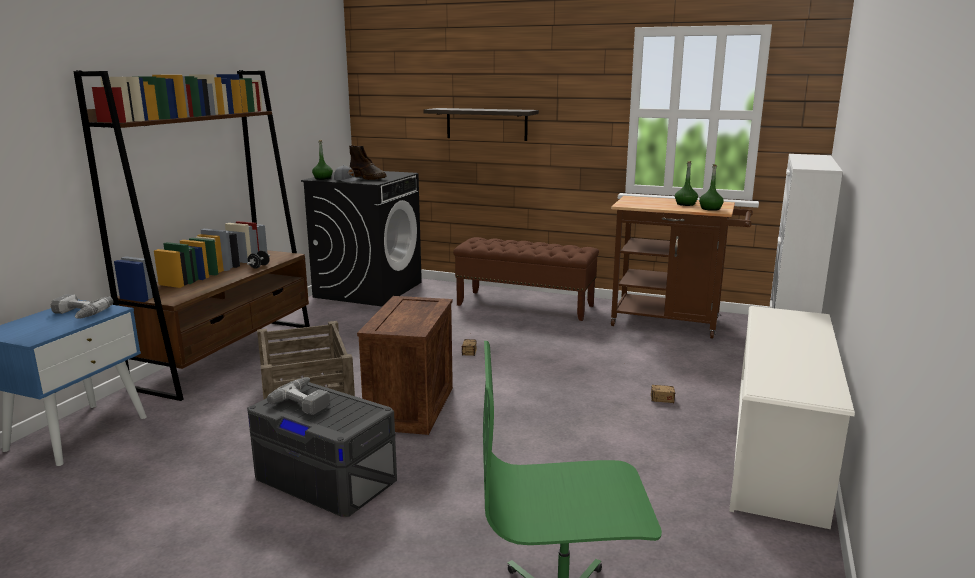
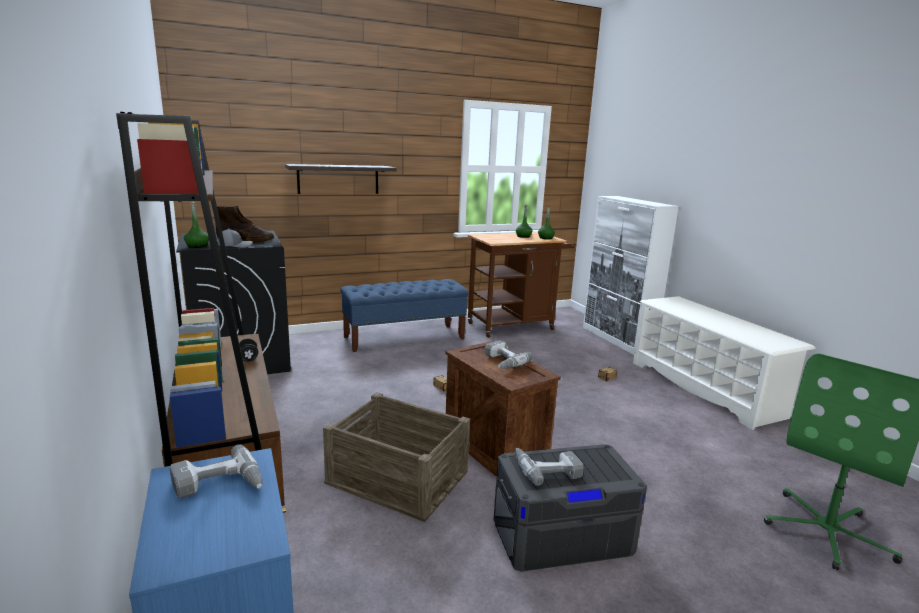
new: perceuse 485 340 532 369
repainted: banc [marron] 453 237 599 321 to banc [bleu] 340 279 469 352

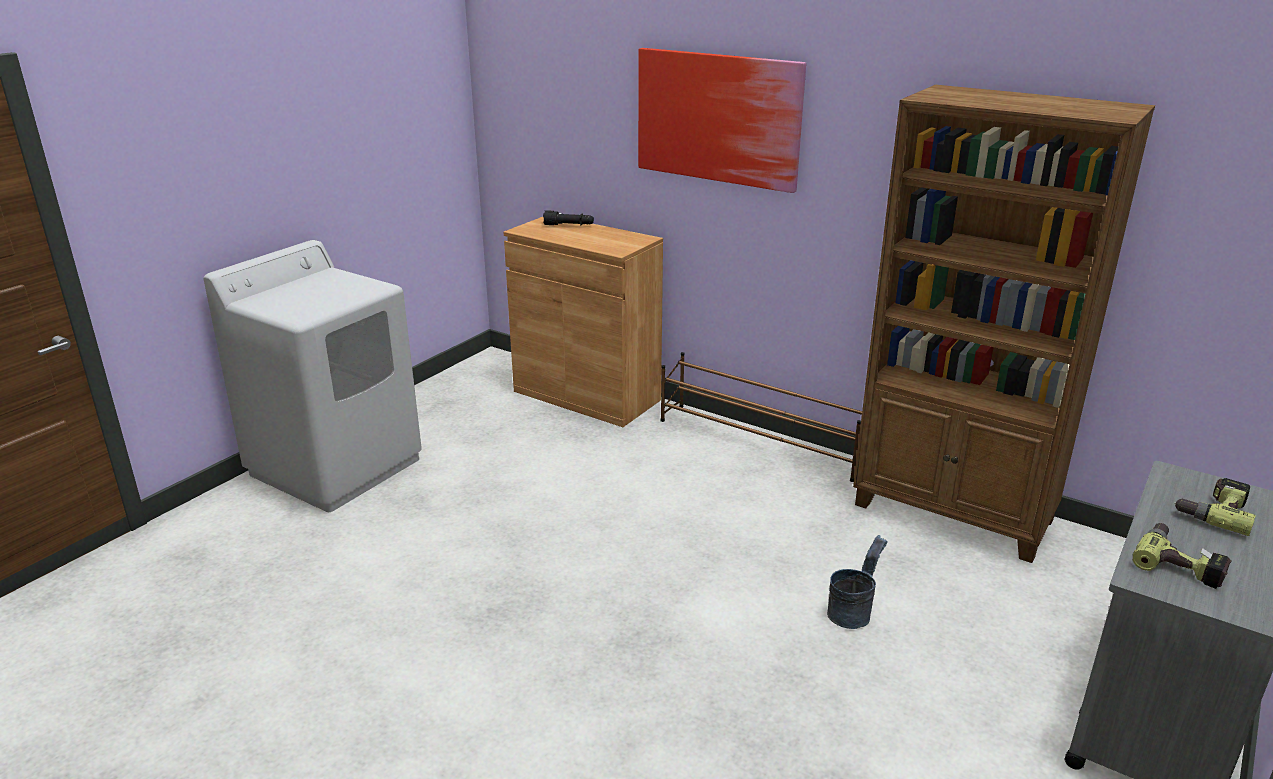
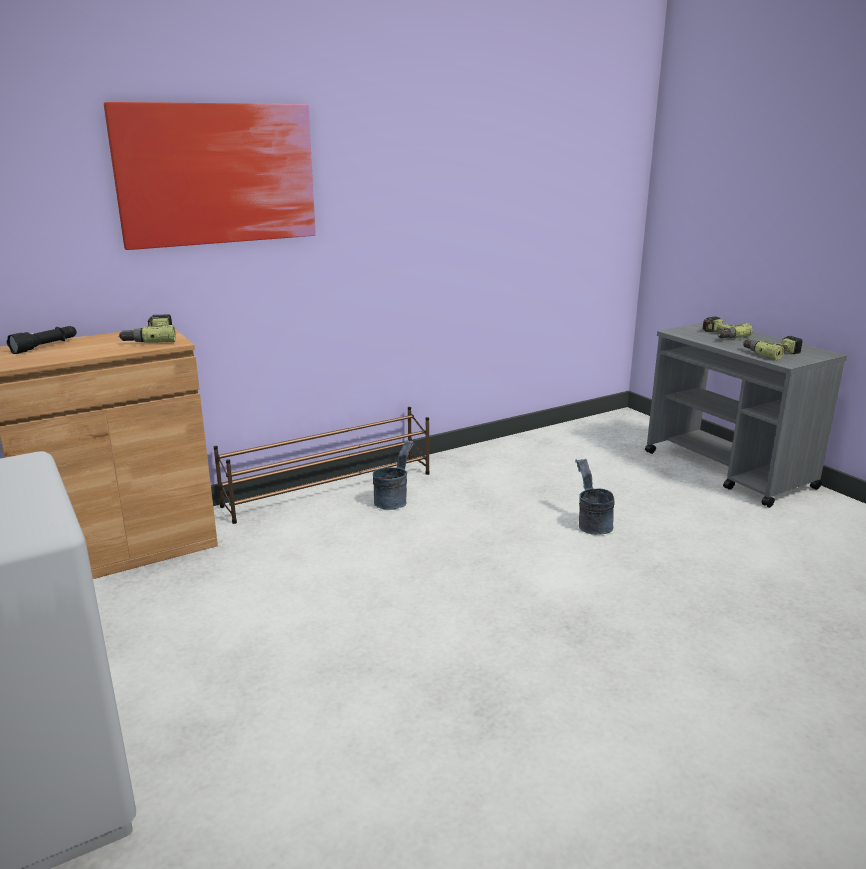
gone: bibliothèque [marron] 853 85 1155 563
new: perceuse 119 314 176 343; seau [gris] 373 440 414 510

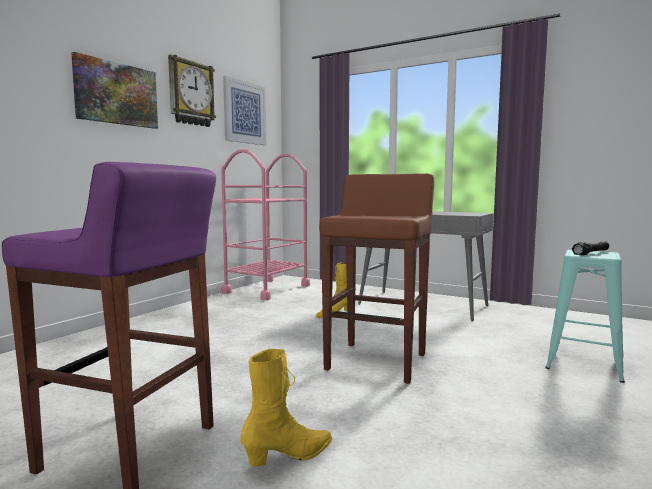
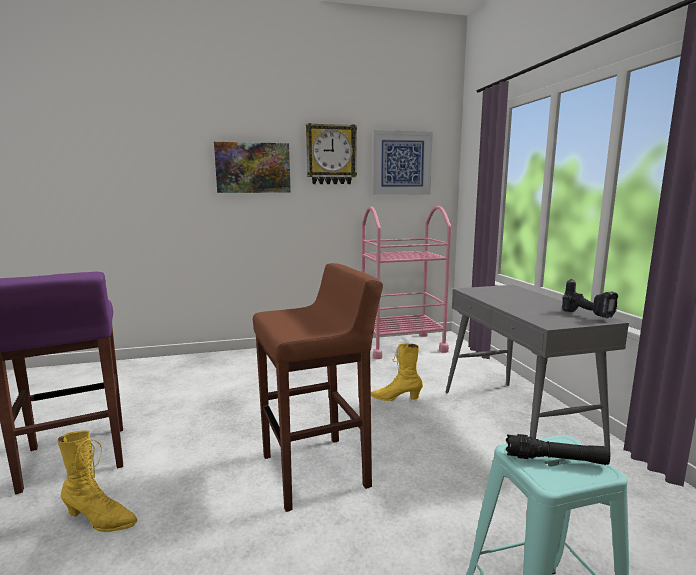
new: perceuse 562 278 618 318

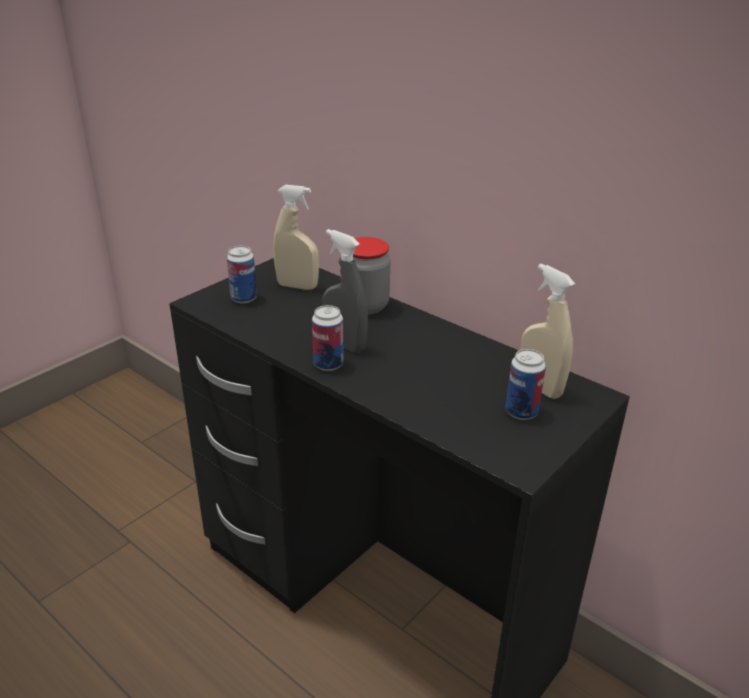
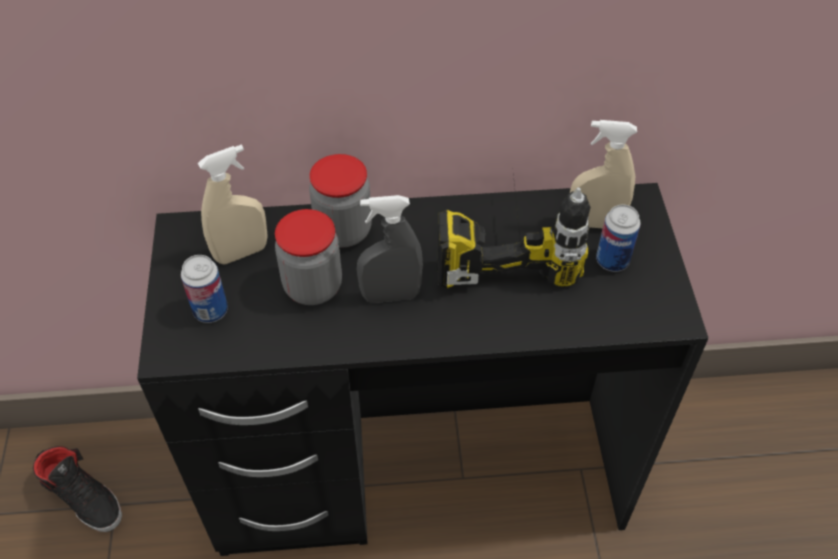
gone: boîte métallique 312 305 344 371
new: chaussure [noir] 33 446 122 532; bocal 275 209 342 305; perceuse 437 174 591 288

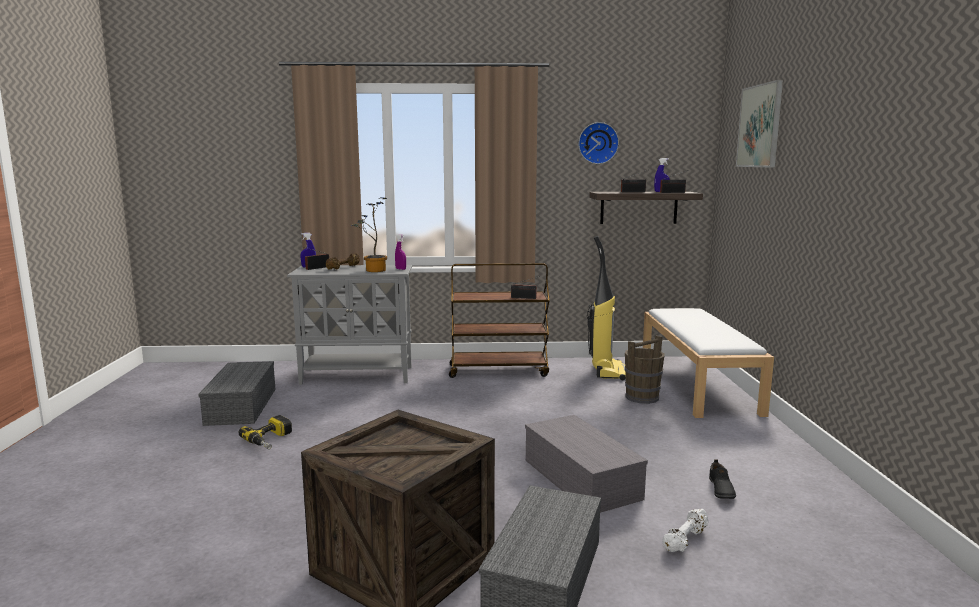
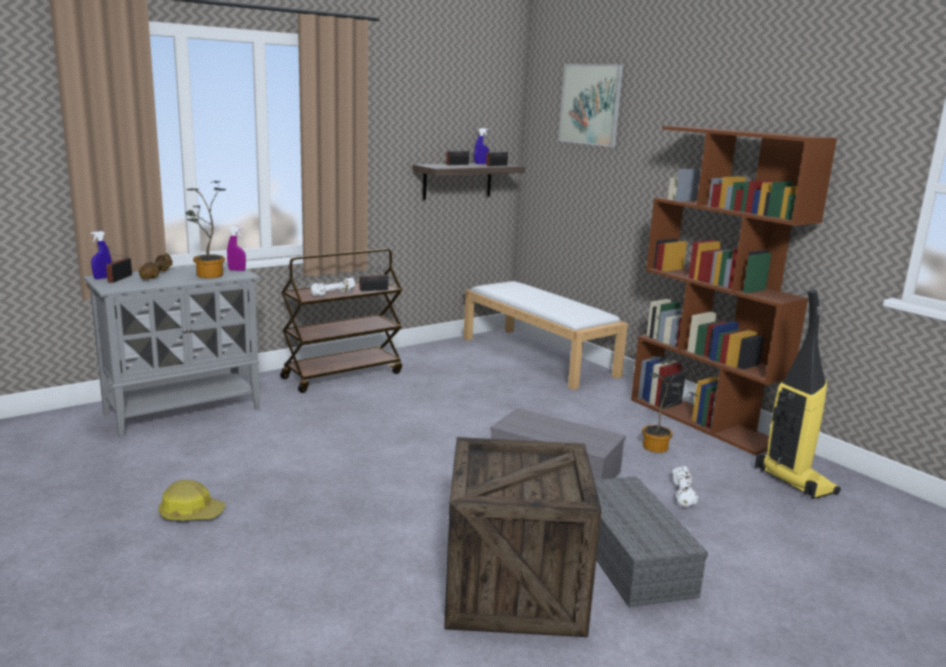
gone: boîte de rangement [gris] 198 361 276 426; horloge murale 578 122 619 164; seau [marron] 625 335 665 404
new: haltère [blanc] 311 278 355 296; bibliothèque [marron] 631 126 837 455
shifted: aspirateur 587 236 626 380 to 754 289 841 499
swapped: perceuse 238 415 292 450 to casque de chantier 158 479 226 520; chaussure [noir] 709 459 736 499 to plante en pot 642 356 698 453

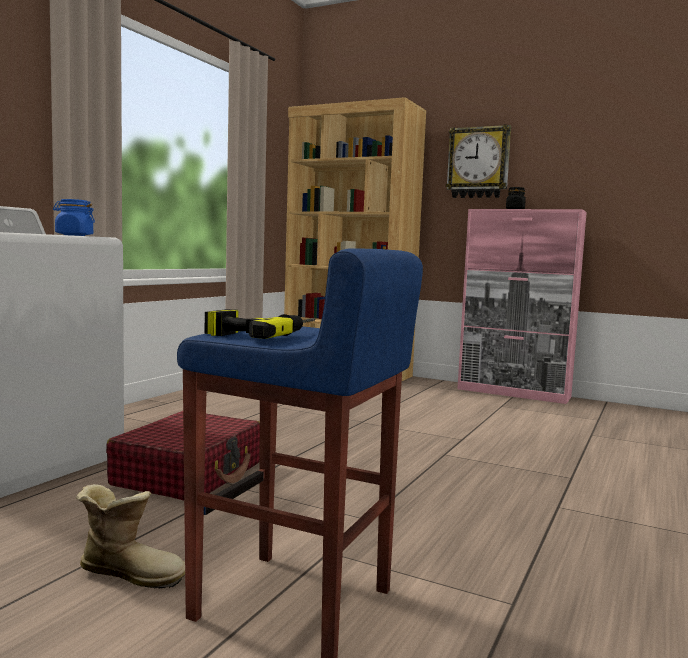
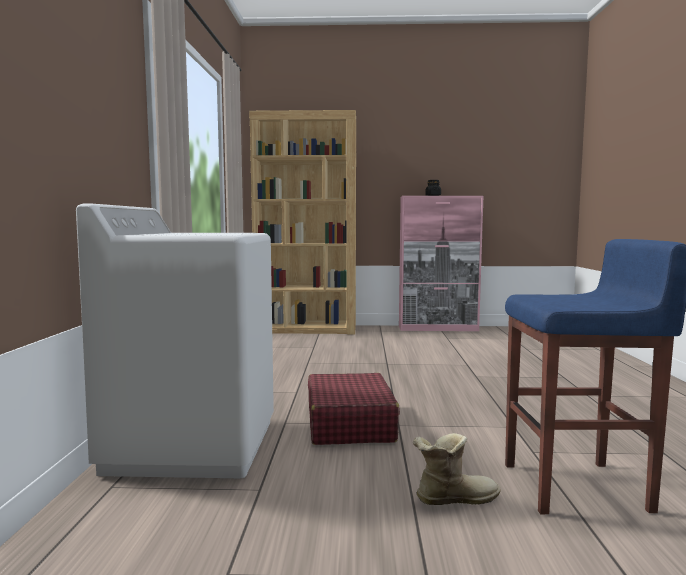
gone: bocal [bleu] 53 199 95 236; perceuse 205 309 316 339; horloge murale 446 124 511 198

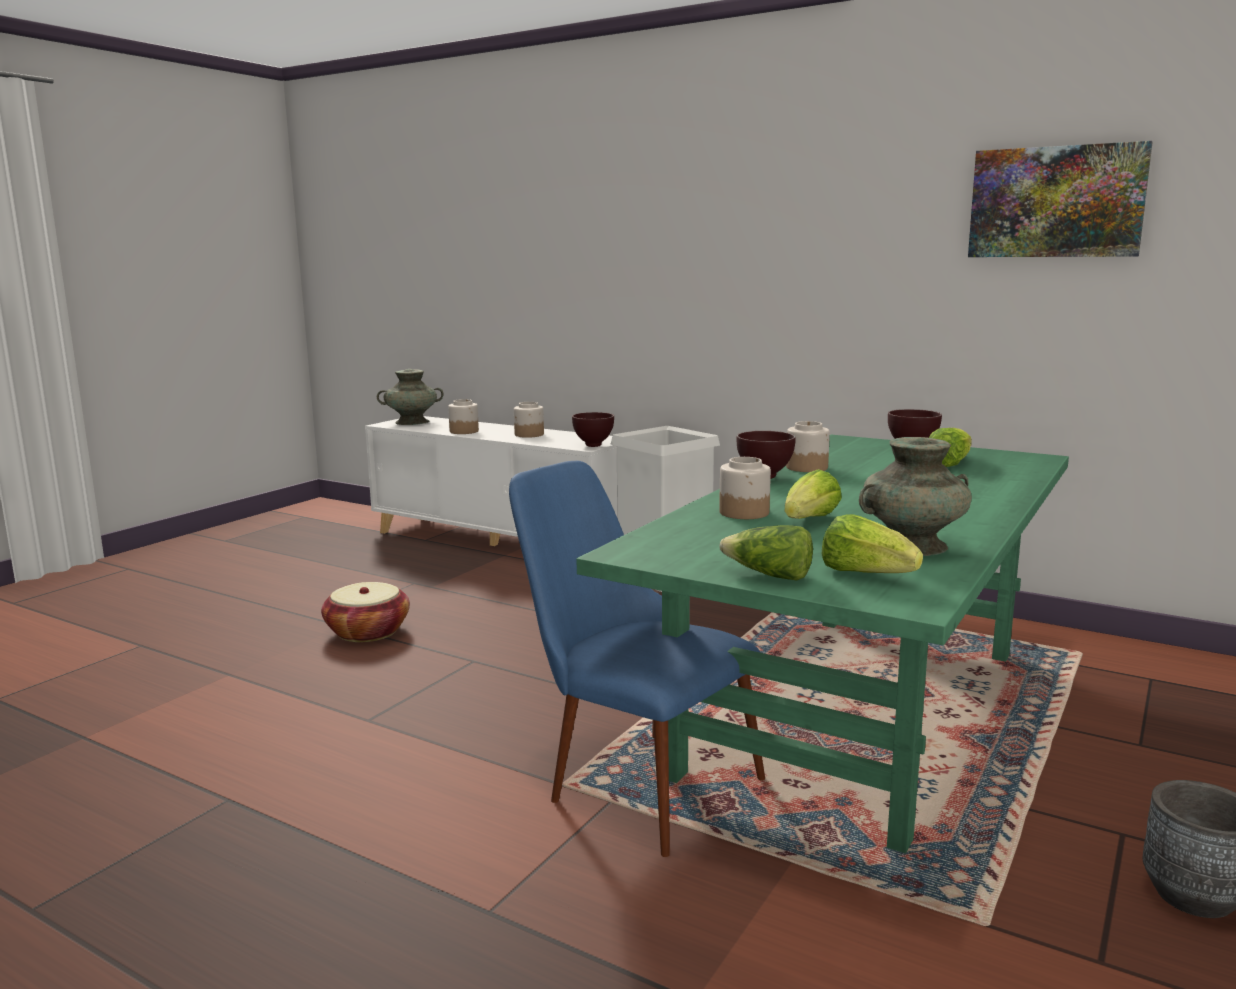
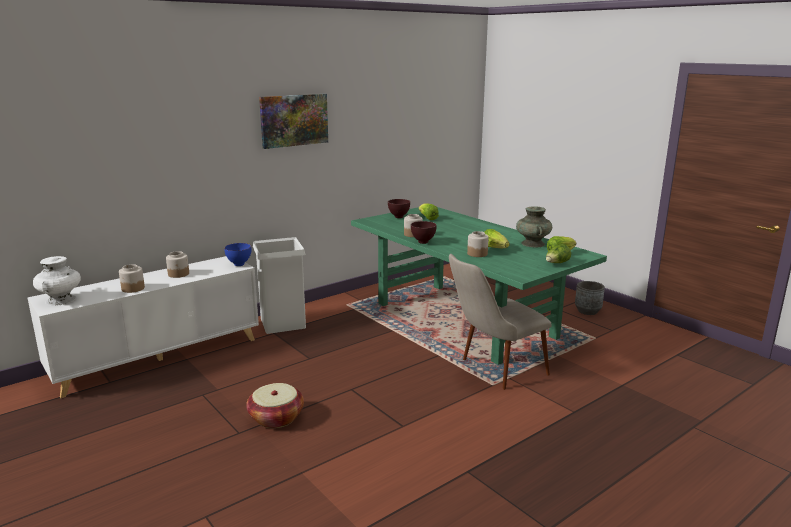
shifted: tableau 968 141 1153 257 to 259 94 328 149
repainted: vase [turquoise] 377 369 443 425 to vase [blanc] 33 256 81 306; chaise [bleu] 509 461 765 857 to chaise [beige] 449 254 552 390; bol [marron] 572 412 614 447 to bol [bleu] 224 243 252 266

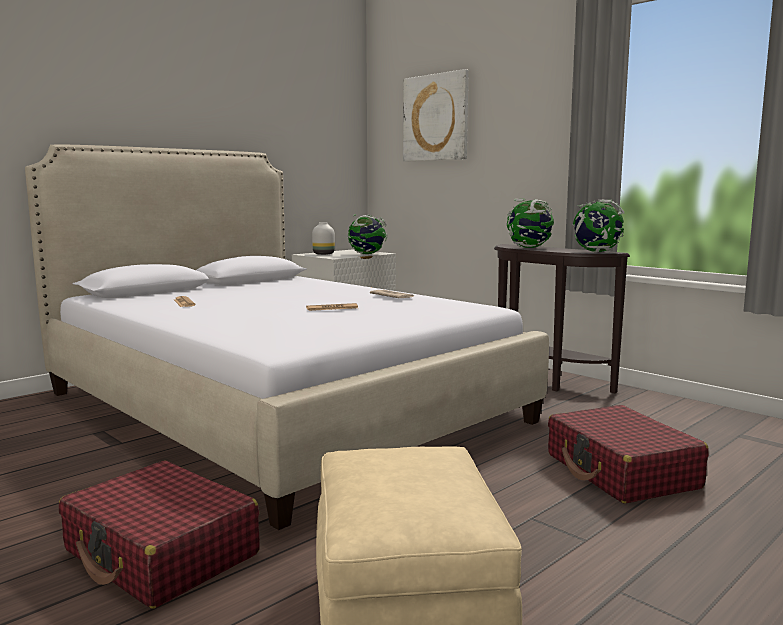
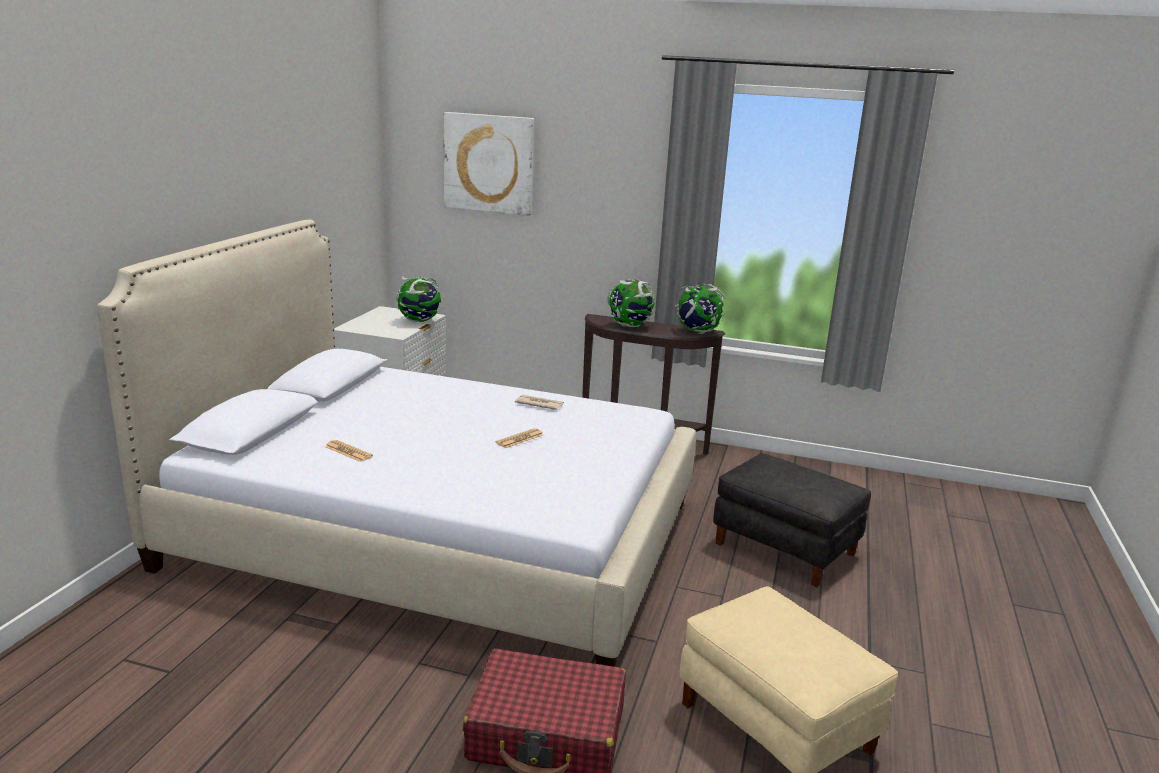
gone: vase [blanc] 312 222 335 255
swapped: valise [rouge] 548 405 709 504 to pouf [noir] 713 453 871 587

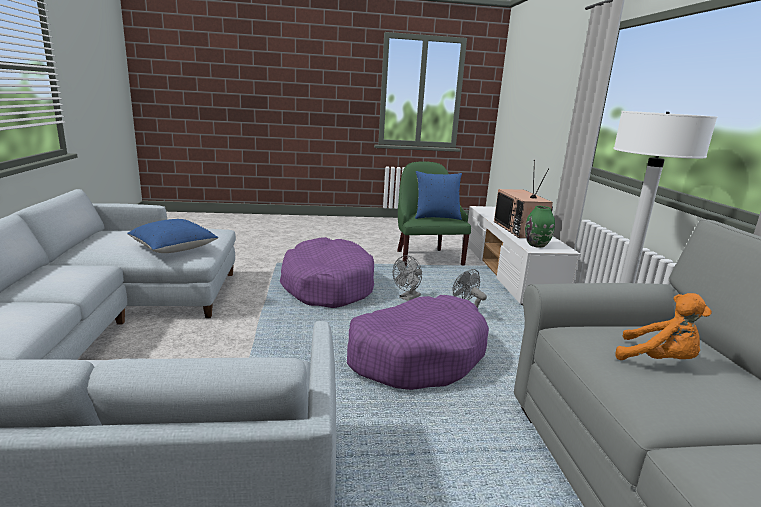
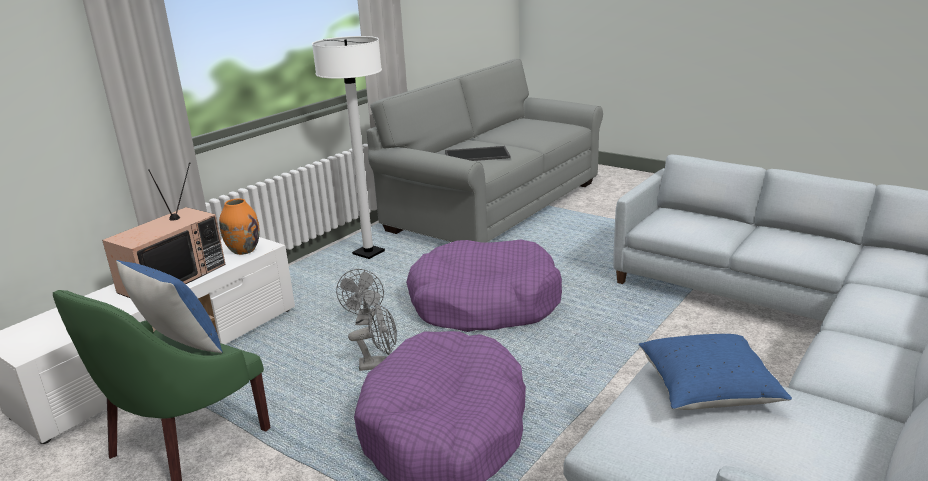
swapped: peluche [orange] 616 293 712 360 to plateau 445 146 511 161
repainted: vase [vert] 525 206 555 248 to vase [orange] 219 198 260 255

